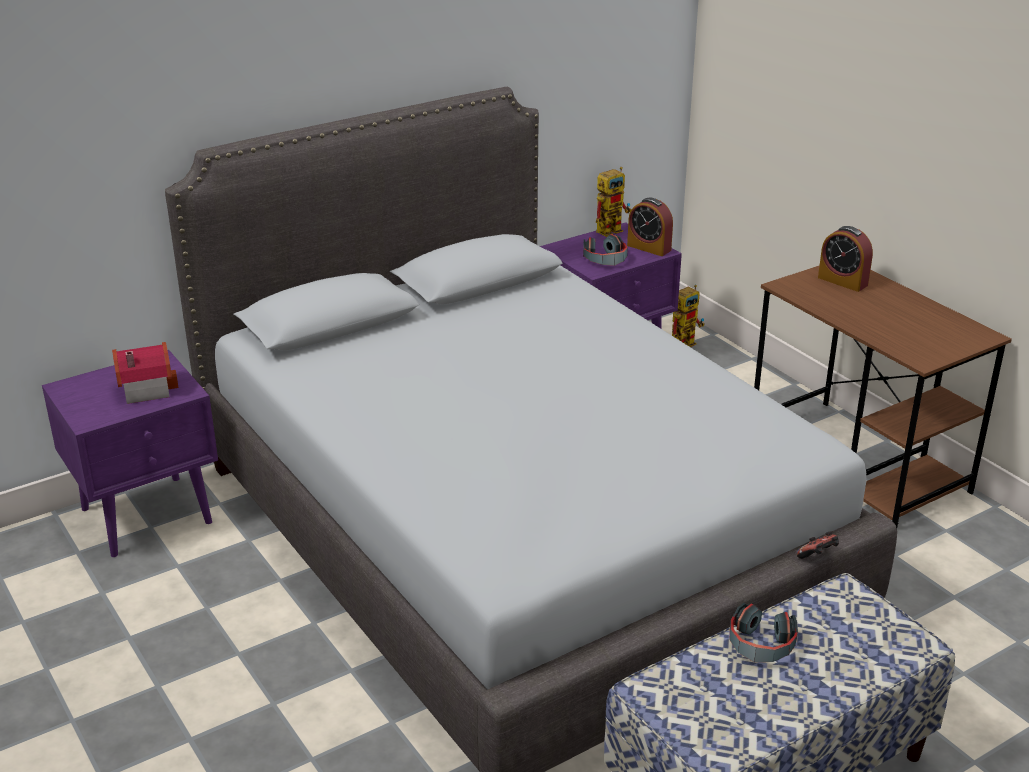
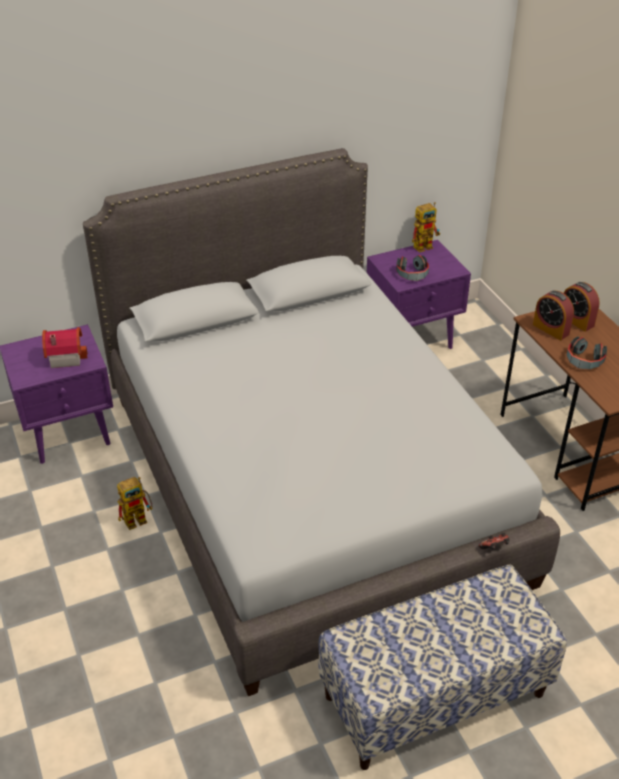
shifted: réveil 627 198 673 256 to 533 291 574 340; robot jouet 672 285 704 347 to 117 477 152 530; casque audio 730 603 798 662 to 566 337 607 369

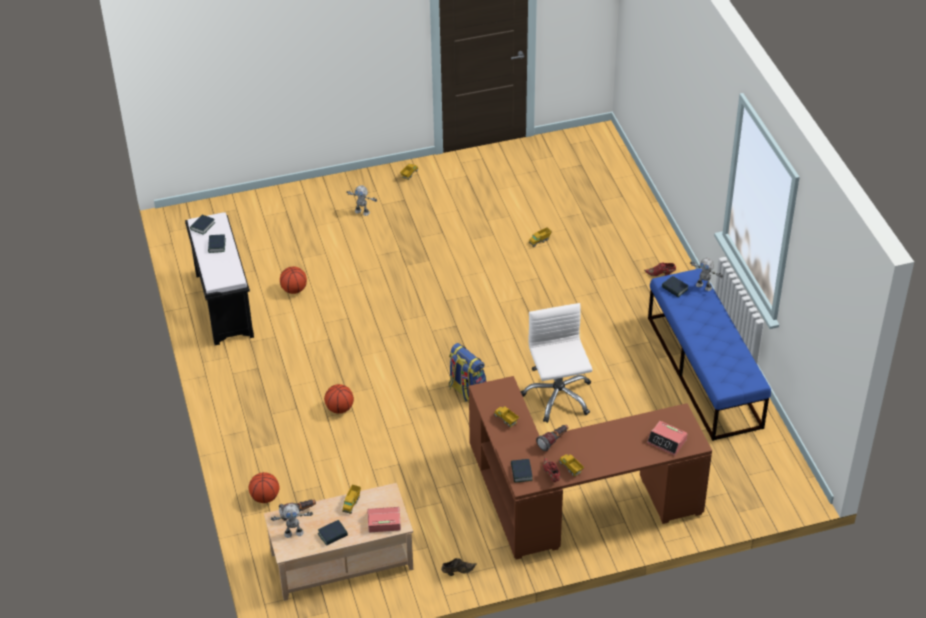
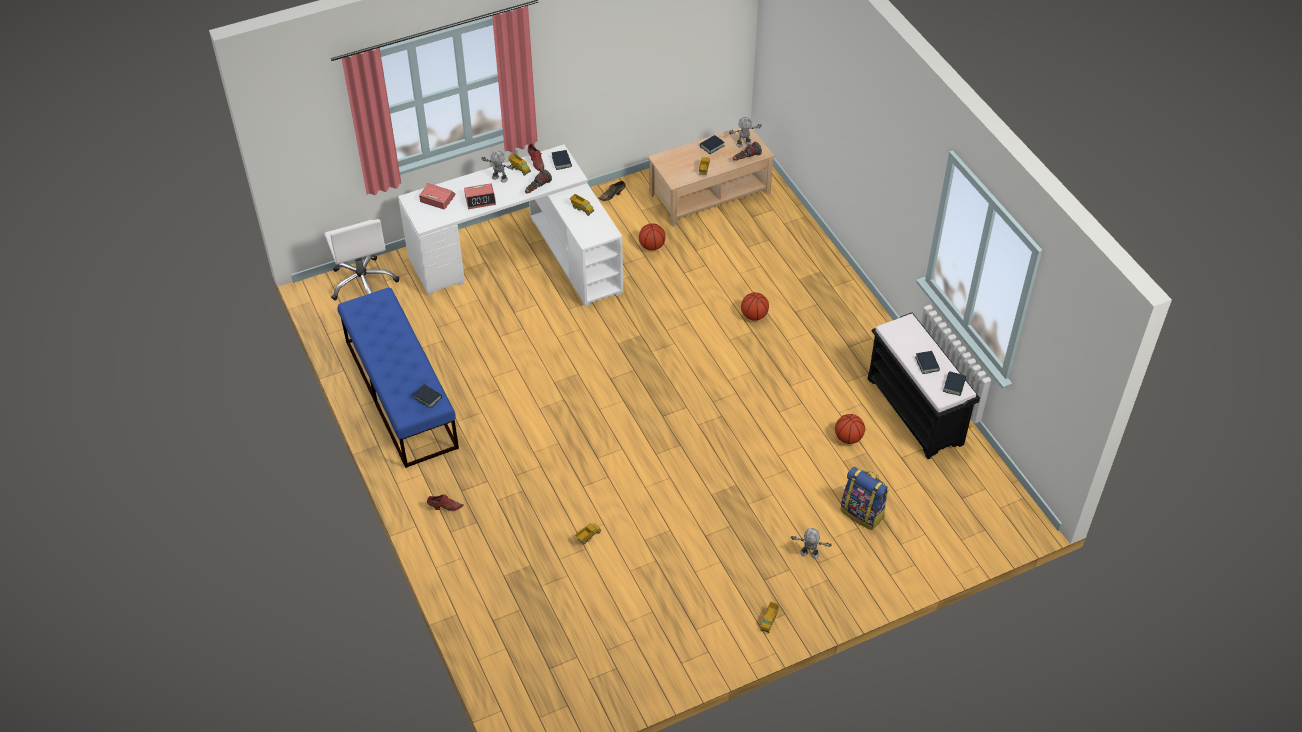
shifted: ballon de basket 248 472 280 503 to 639 223 666 251; réveil 367 507 401 532 to 464 183 496 209; sac à dos 449 343 487 403 to 840 467 889 530; chaise de bureau [blanc] 521 303 593 423 to 325 219 399 301; robot jouet 690 258 723 291 to 481 150 514 183
repainted: bureau [marron] 469 376 712 559 to bureau [blanc] 398 144 623 307

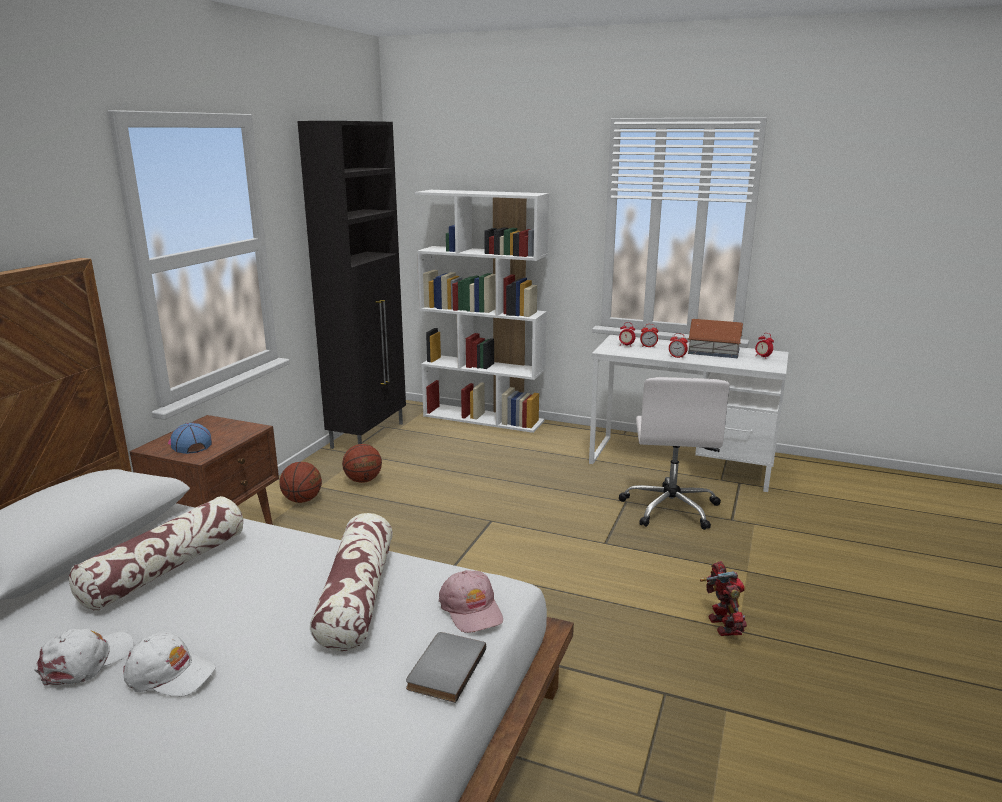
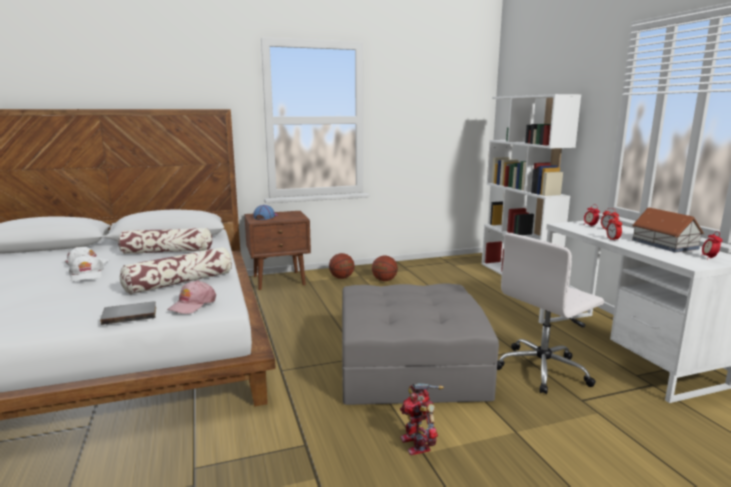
gone: meuble de rangement [noir] 297 121 406 449
new: pouf [gris] 342 284 499 405
rotated: robot jouet 700 561 747 636 = 400 383 444 455 120 degrees clockwise

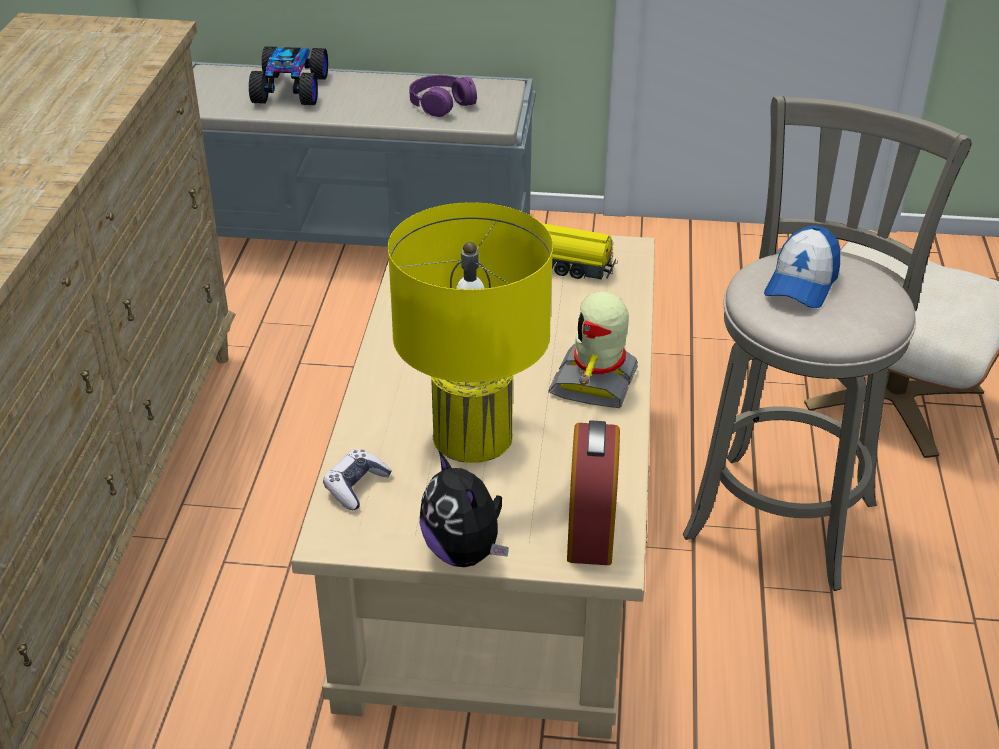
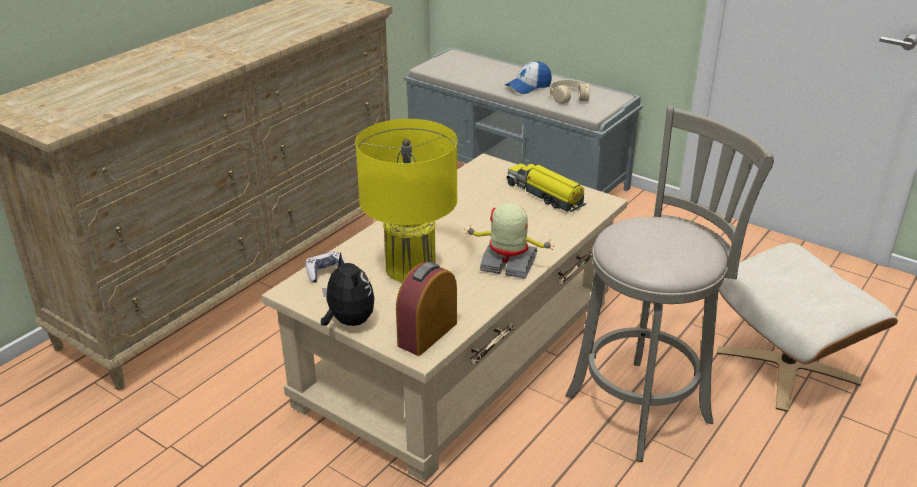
gone: petite voiture 249 46 328 105
shifted: casquette 764 225 840 308 to 505 61 552 94
repainted: casque audio [violet] 409 75 477 117 to casque audio [beige] 550 79 590 104
rotated: peluche 420 451 509 567 = 321 252 375 326 150 degrees clockwise; robot jouet 548 292 638 408 = 464 203 555 279 60 degrees clockwise

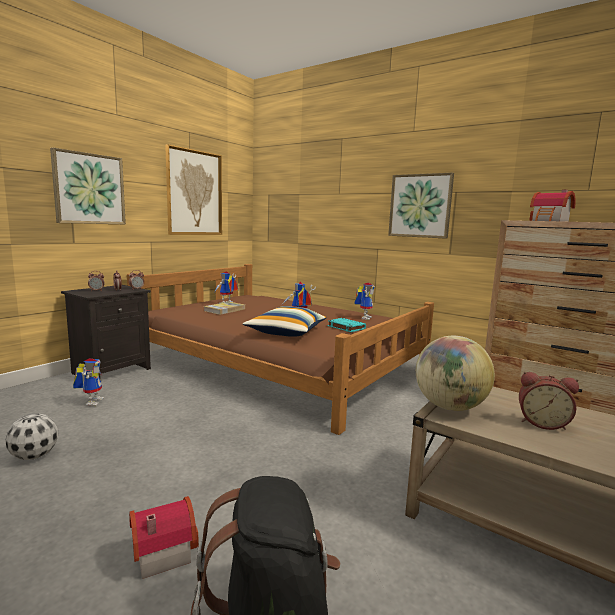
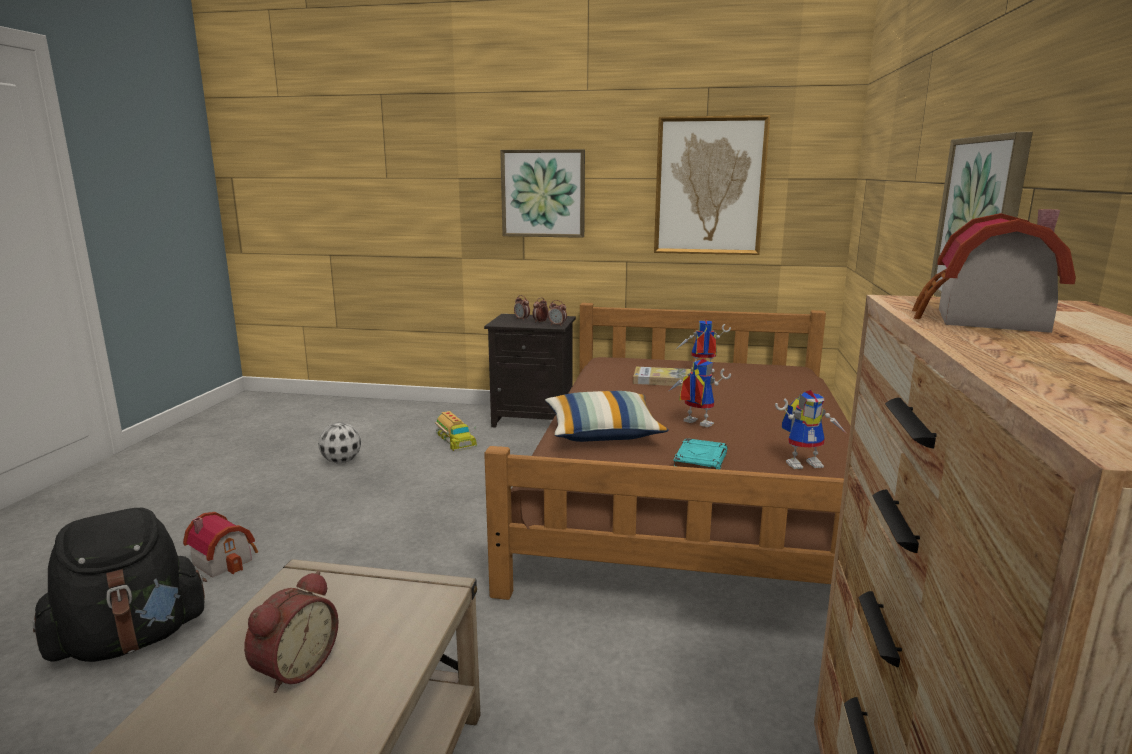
gone: globe 416 336 495 411
swapped: robot jouet 73 358 104 406 to camion jouet 435 411 477 451
rotated: réveil 519 372 579 430 = 244 571 338 693 150 degrees counterclockwise

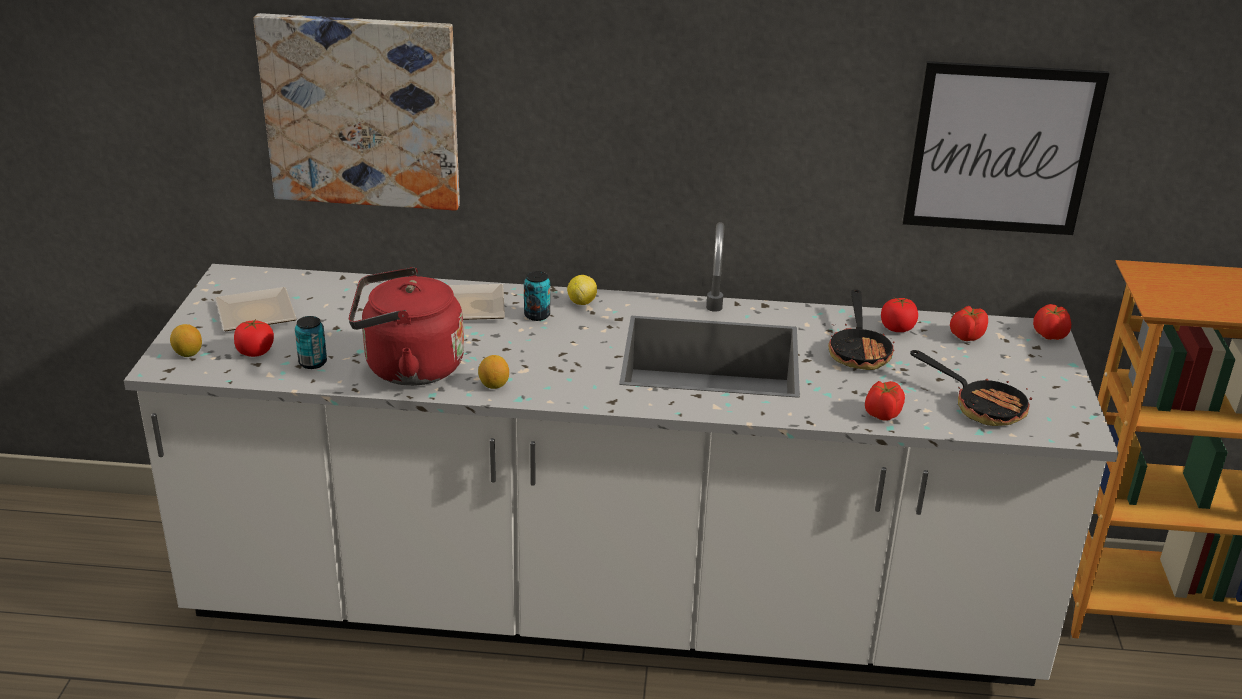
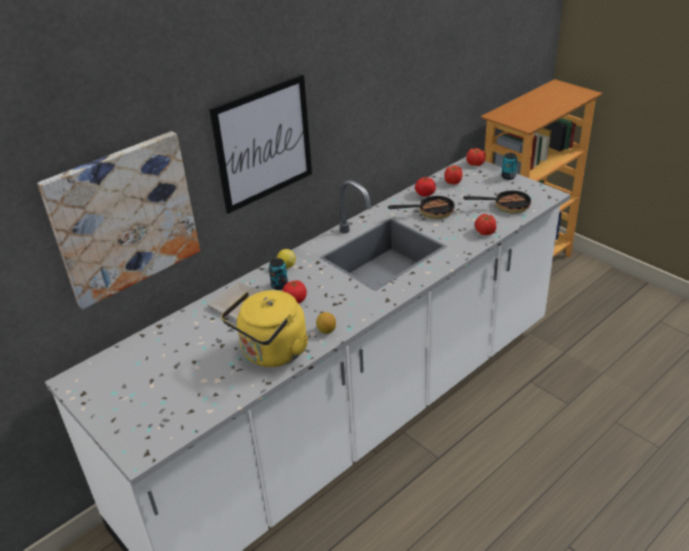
gone: citron 170 324 202 357; assiette 215 287 297 331
shifted: tomate 234 319 274 357 to 283 280 307 303; boîte métallique 295 316 327 369 to 502 153 517 180; tableau 902 61 1109 235 to 209 74 312 214
repainted: bouilloire [rouge] 349 267 464 386 to bouilloire [jaune] 221 290 308 367
rotated: poêle 828 289 895 370 = 388 195 455 219 60 degrees counterclockwise

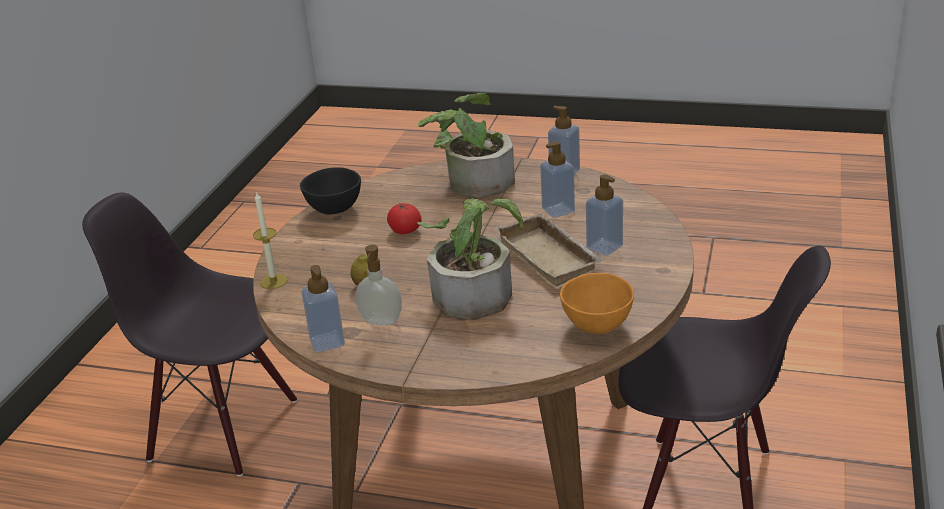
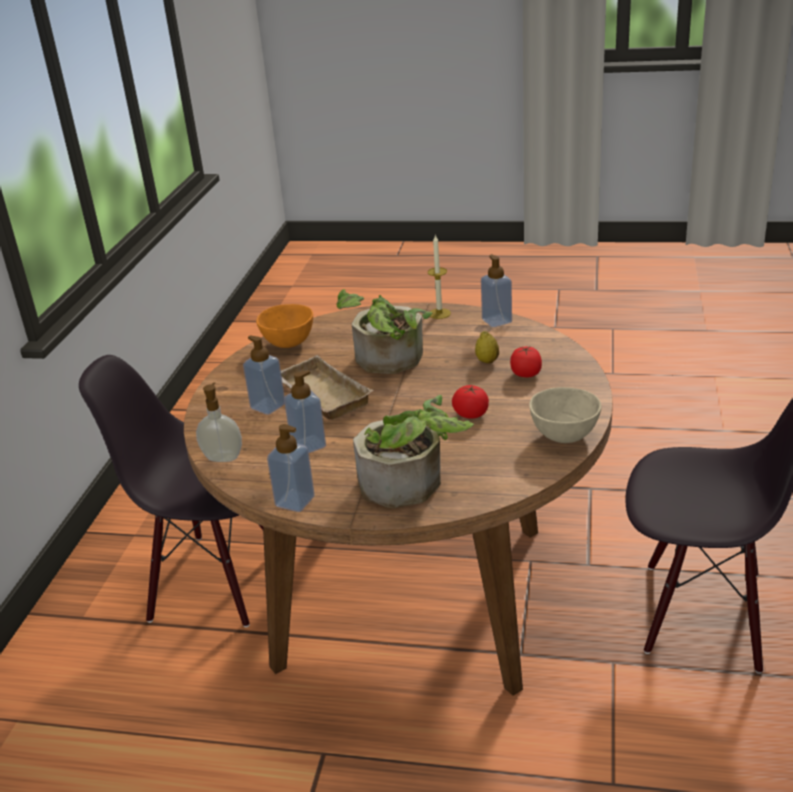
new: tomate 510 347 542 377
shifted: bougie 253 191 287 289 to 428 234 451 319; distributeur de savon 355 245 402 325 to 196 383 242 462
repainted: bol [noir] 300 167 361 215 to bol [beige] 529 387 601 443

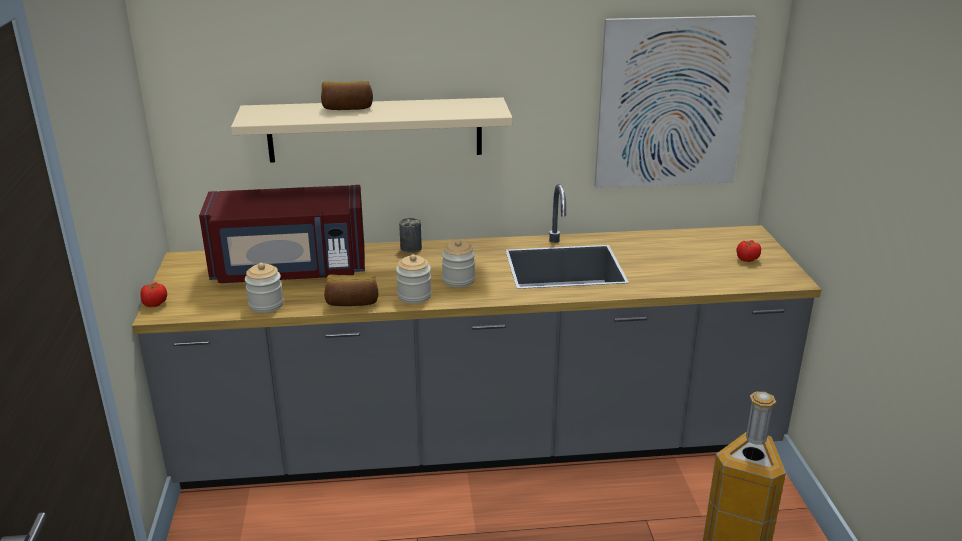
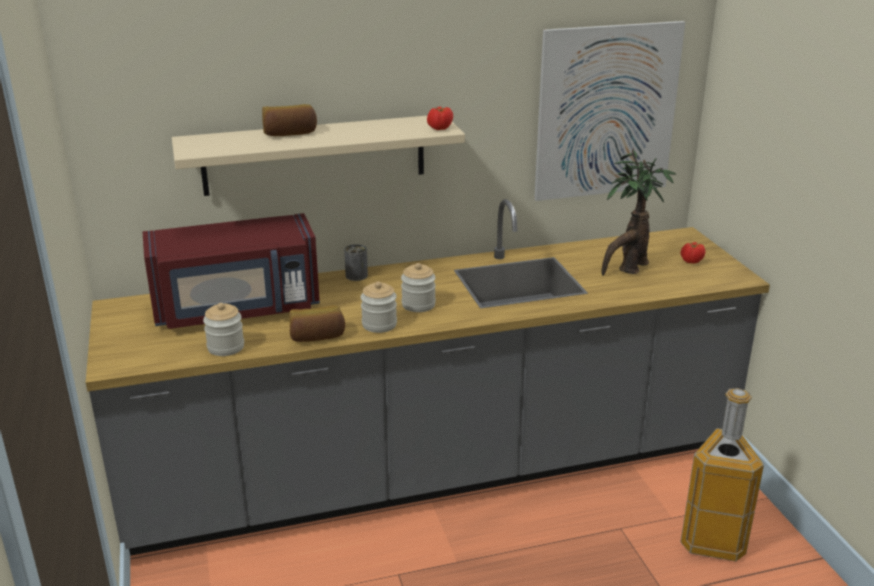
new: plante en pot 601 148 676 275
shifted: tomate 140 282 167 307 to 427 106 453 130

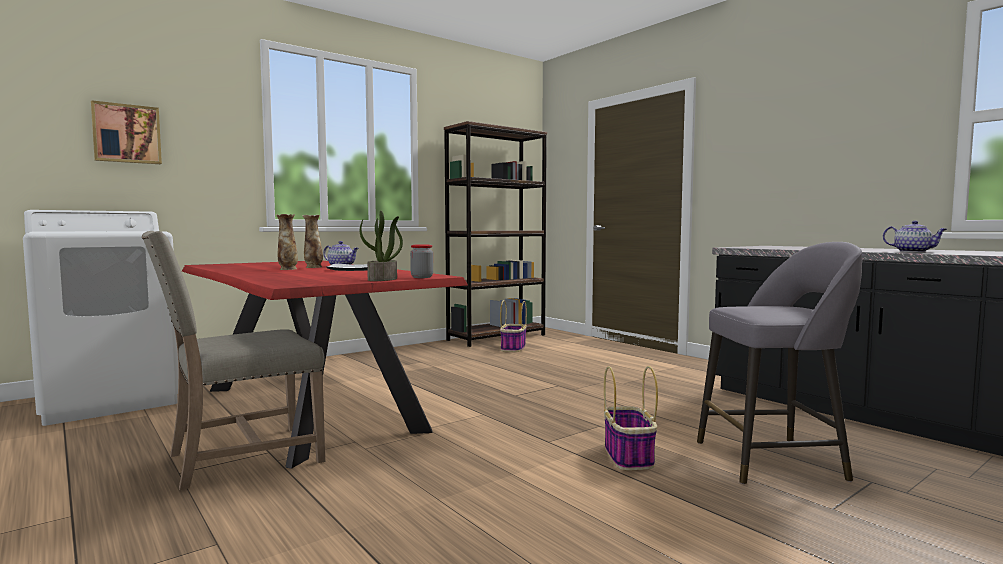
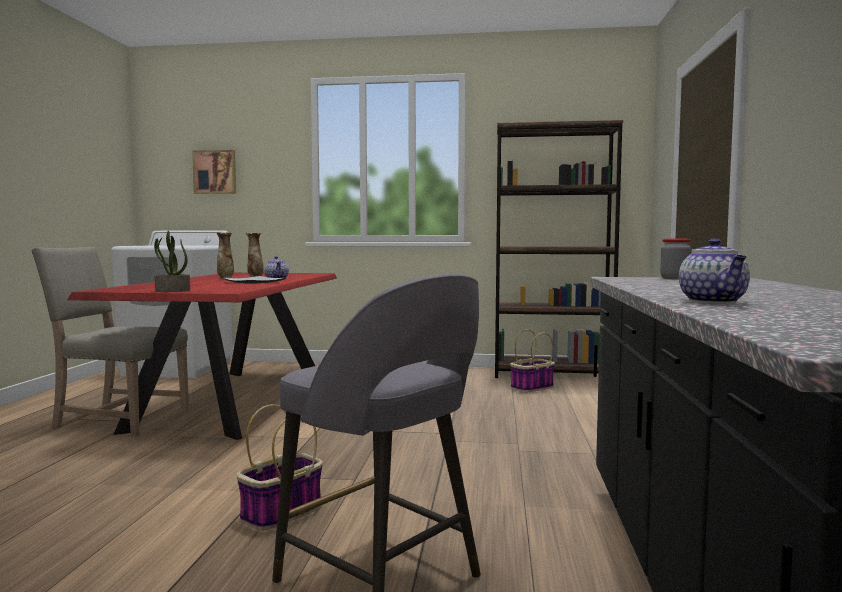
shifted: bocal 410 244 433 278 to 660 239 691 280

